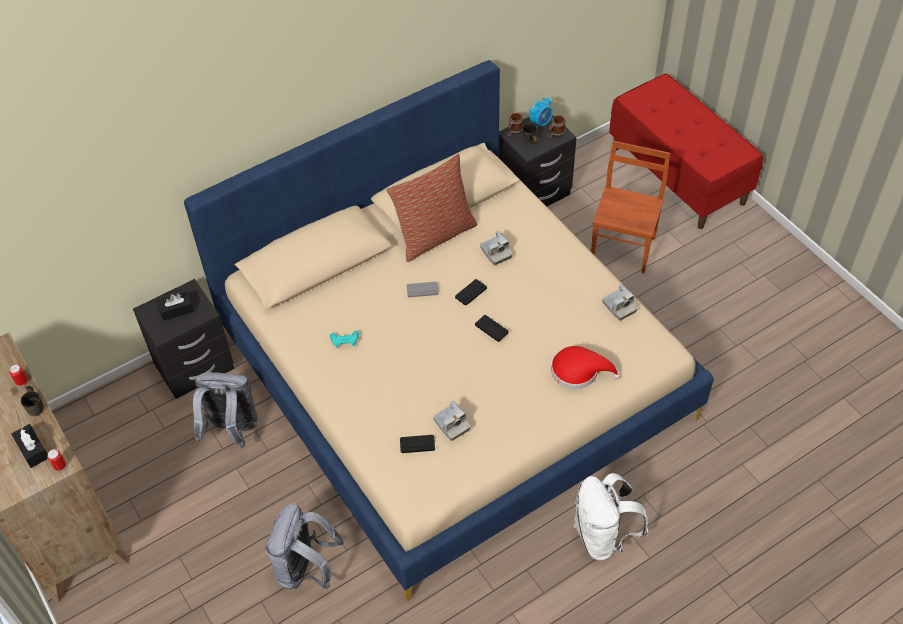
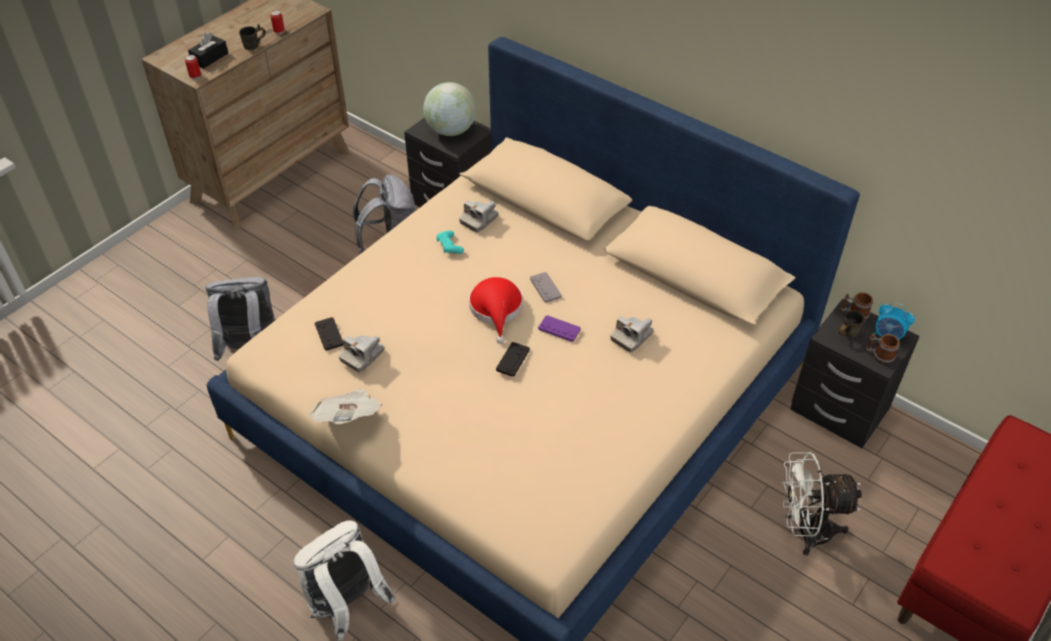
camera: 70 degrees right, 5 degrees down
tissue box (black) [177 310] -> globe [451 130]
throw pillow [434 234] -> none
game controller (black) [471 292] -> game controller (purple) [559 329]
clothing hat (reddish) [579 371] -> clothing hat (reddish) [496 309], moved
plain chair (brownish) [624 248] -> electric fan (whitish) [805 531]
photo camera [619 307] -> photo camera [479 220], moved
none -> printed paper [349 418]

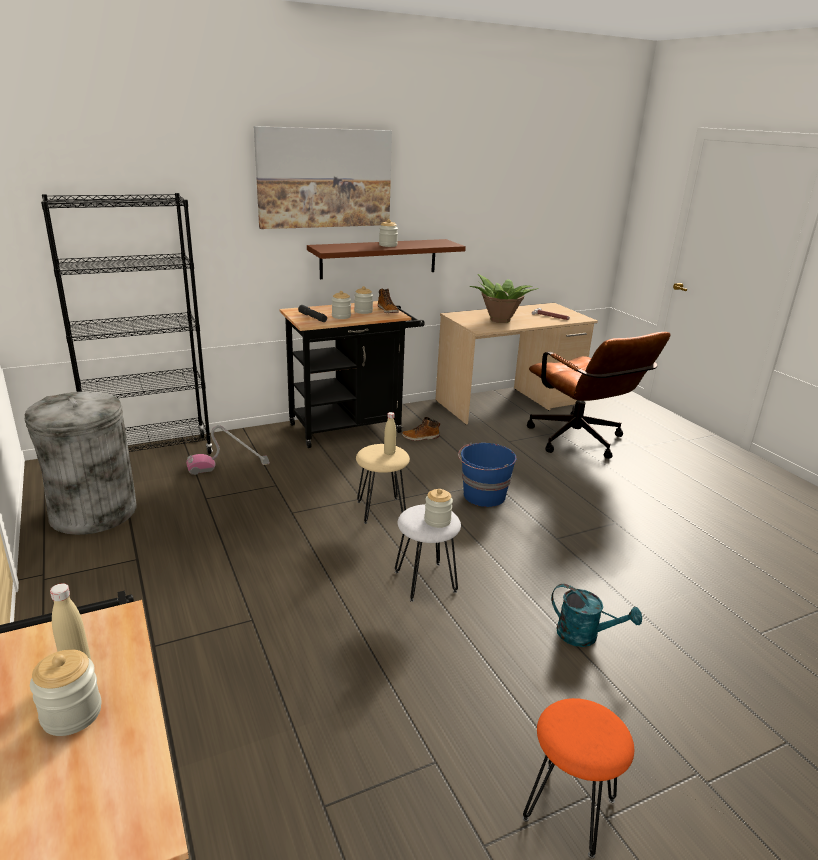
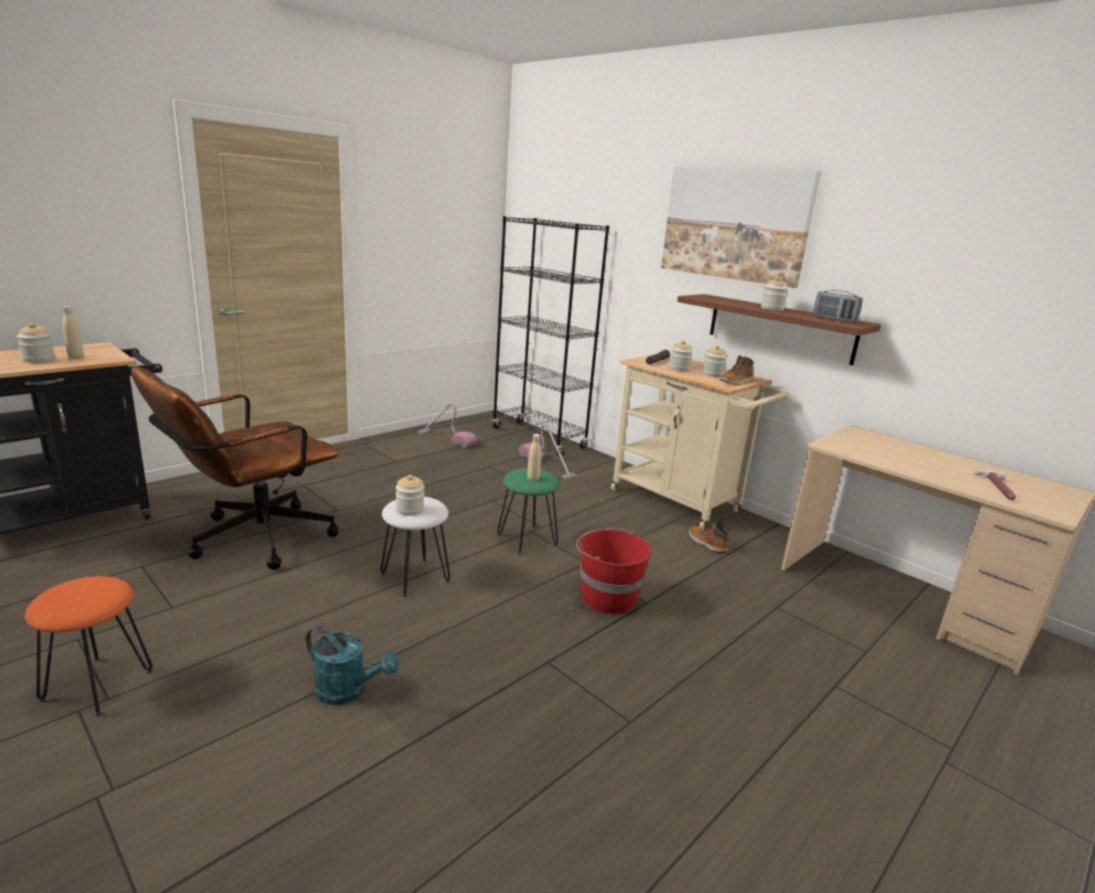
camera: 70 degrees right, 5 degrees down
trash can (gray) [93 512] -> vacuum cleaner [446 438]
trolley (black) [352 427] -> trolley (beige-coloured) [681 503]
stool (beige-coloured) [381 510] -> stool (green-coloured) [527 540]
water bucket (blue) [483 496] -> water bucket (reddish) [607 598]
plant in a pot [500 320] -> none
office chair (brownish) [581 442] -> office chair (brownish) [250 540], moved
sprinkling can (blue-green) [585 636] -> sprinkling can (blue-green) [348 692], 75 degrees counterclockwise
none -> radio [834 319]

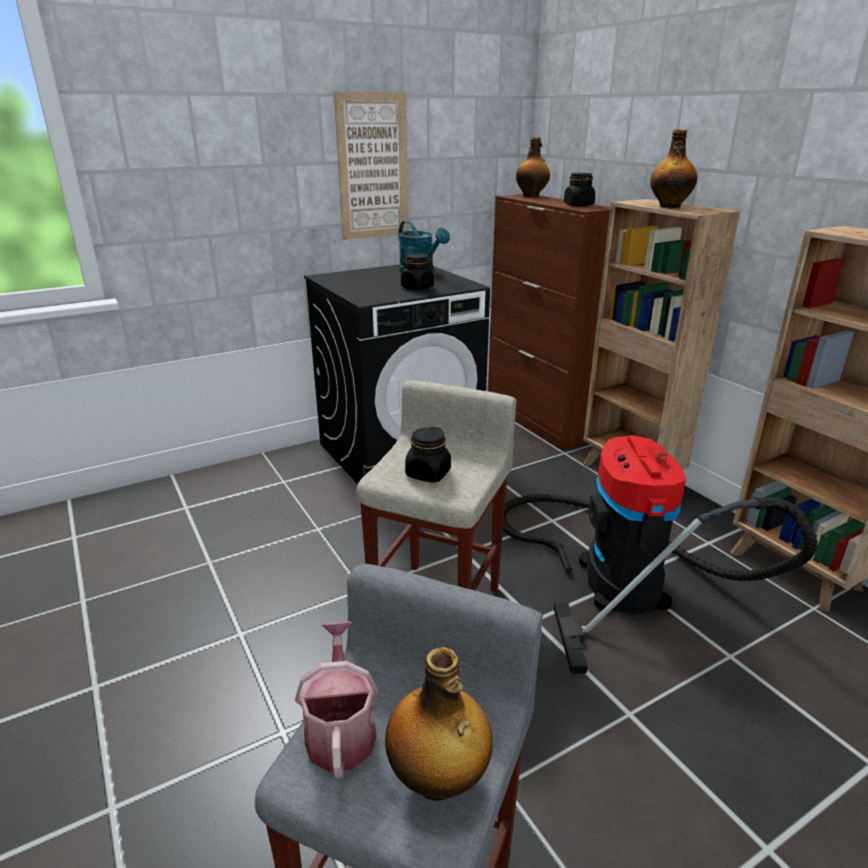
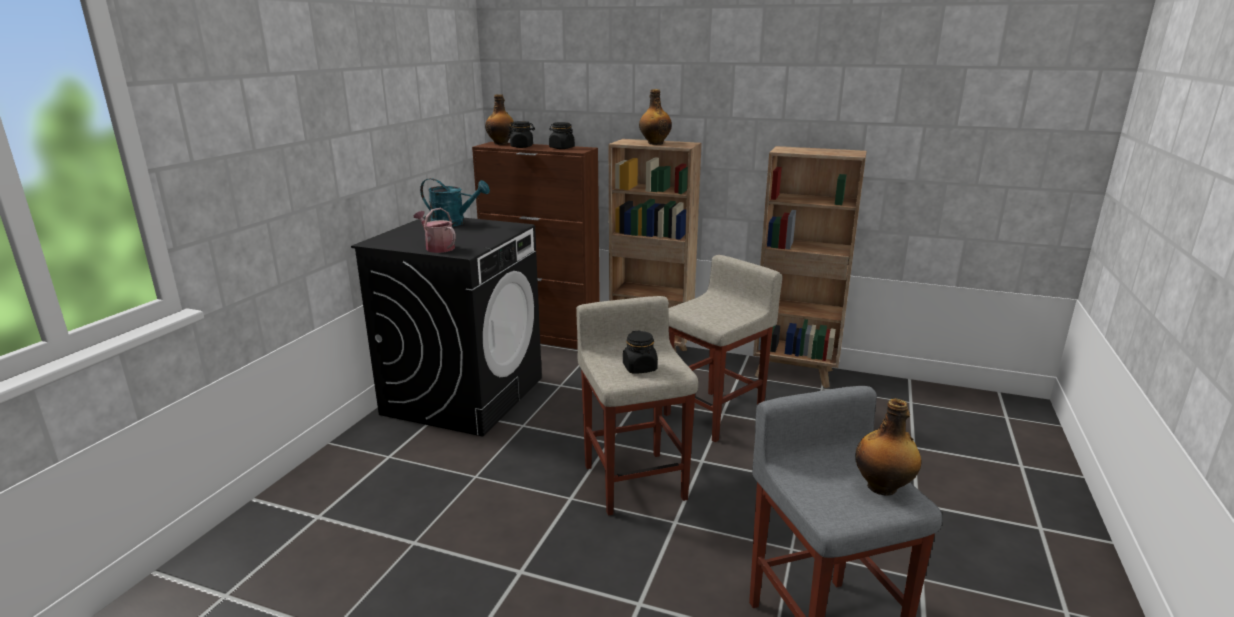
camera: 40 degrees left, 5 degrees down
sprinkling can [340 729] -> sprinkling can [437 247], moved
wall art [373 167] -> none
jar (black) [417 287] -> jar (black) [522 146], moved
vacuum cleaner [616 575] -> stool (beige-coloured) [714 415]

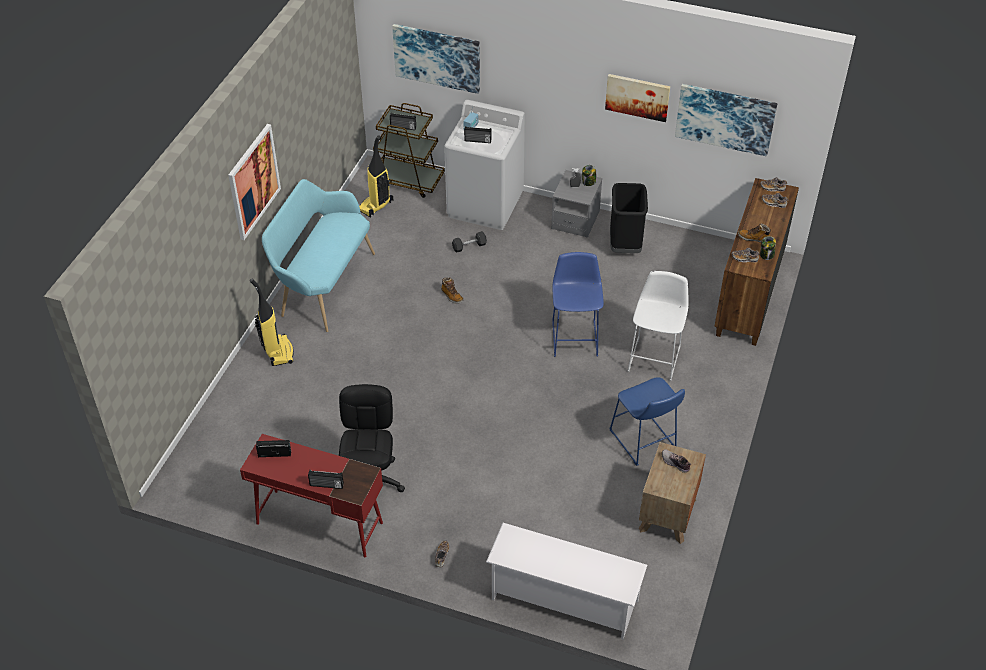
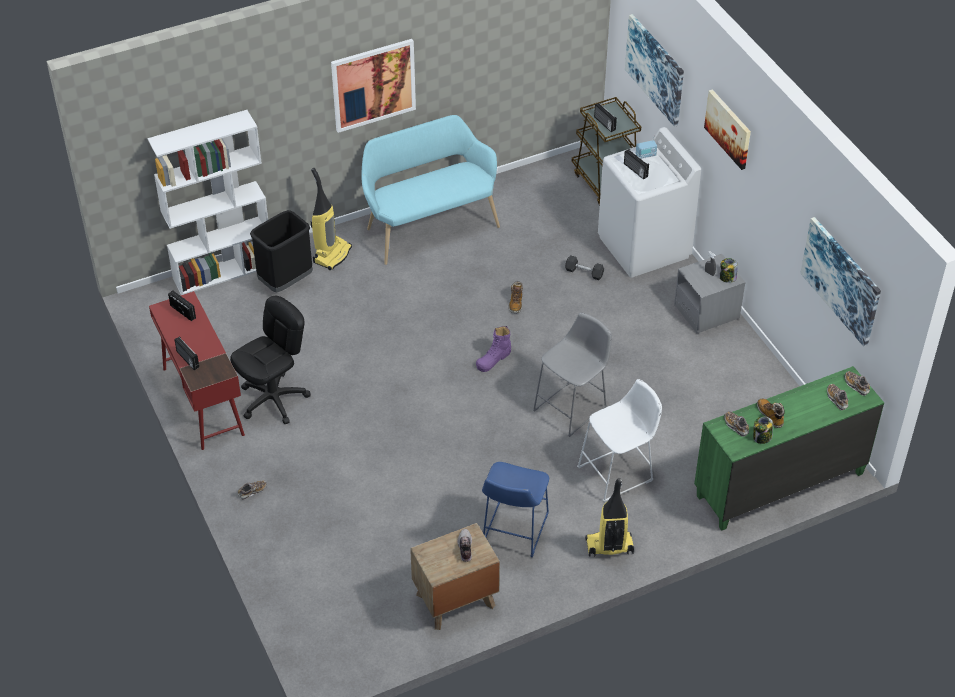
camera: 45 degrees right, 0 degrees up
vacuum cleaner [375 206] -> vacuum cleaner [609 547], moved
shoe shelf (whitish) [563 600] -> none
stool (blue) [575 336] -> stool (gray) [573 407]
wall art [637 97] -> wall art [728 128], moved
trash can (black) [625 245] -> trash can (black) [285 281], moved
drawer chest (brownish) [749 294] -> drawer chest (green-coloured) [778 484]
none -> bookcase (whitish) [223 271]
none -> boot (purple) [493 359]

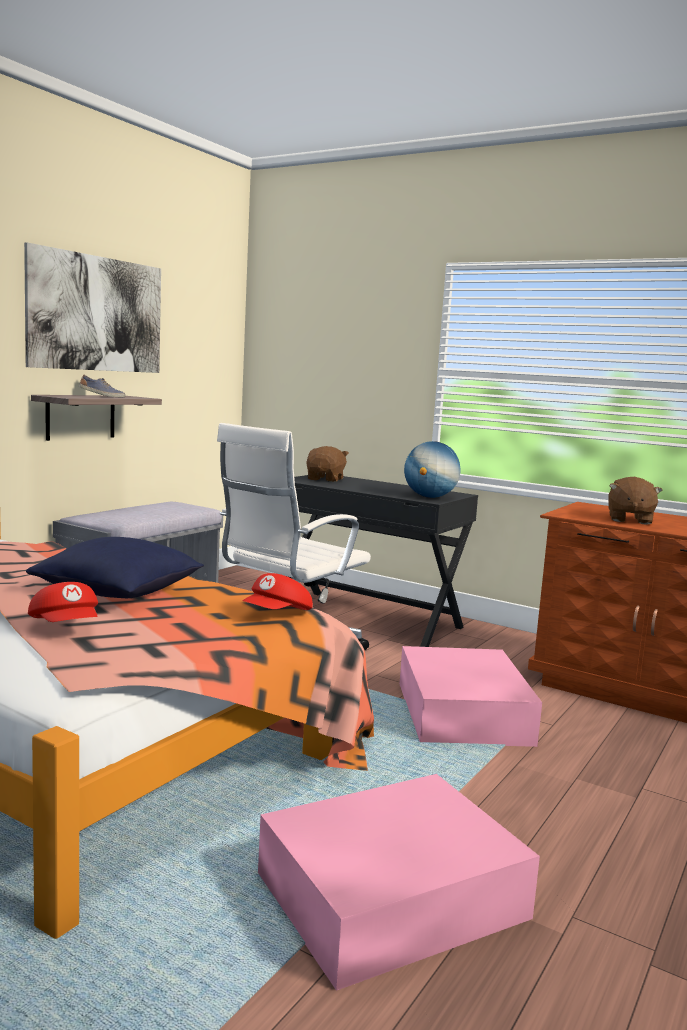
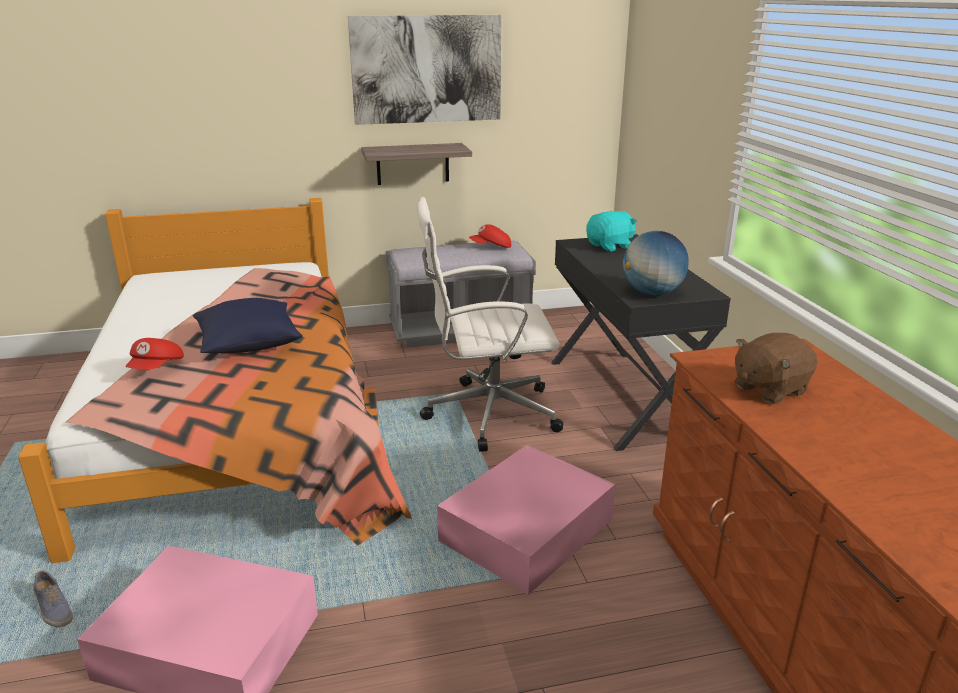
camera: 45 degrees right, 15 degrees up
item of footwear [101 396] -> item of footwear [53 609], moved
peaked cap (reddish) [278 615] -> peaked cap (reddish) [491 247], moved
soft toy (brownish) [326 479] -> soft toy (blue-green) [610 246]

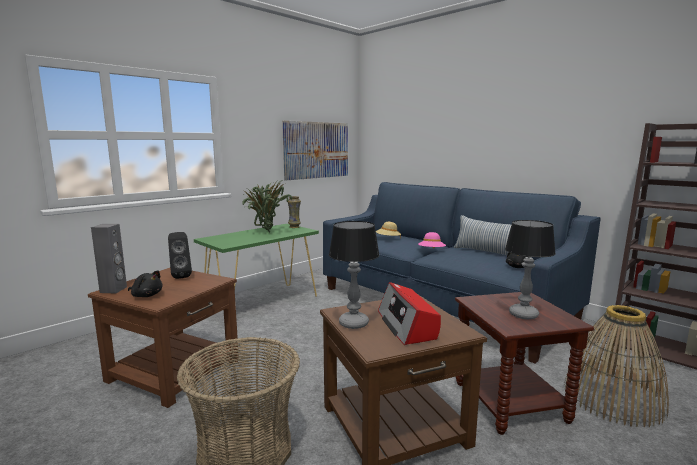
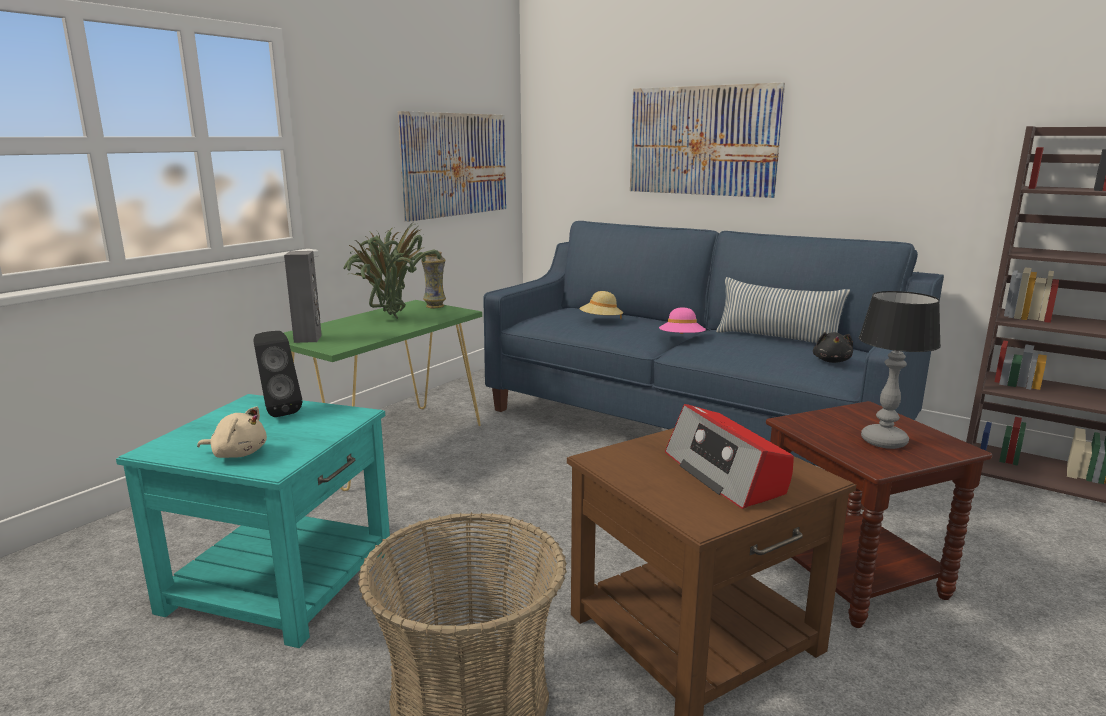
camera: 10 degrees left, 5 degrees up
end table (brownish) [174 370] -> end table (blue-green) [281 580]
audio speaker (gray) [114 290] -> audio speaker (gray) [308 339], moved
soft toy (black) [146 295] -> soft toy (beige-coloured) [237 453]
table lamp [354 323] -> none
household basket [613 398] -> none
none -> wall art [702 141]

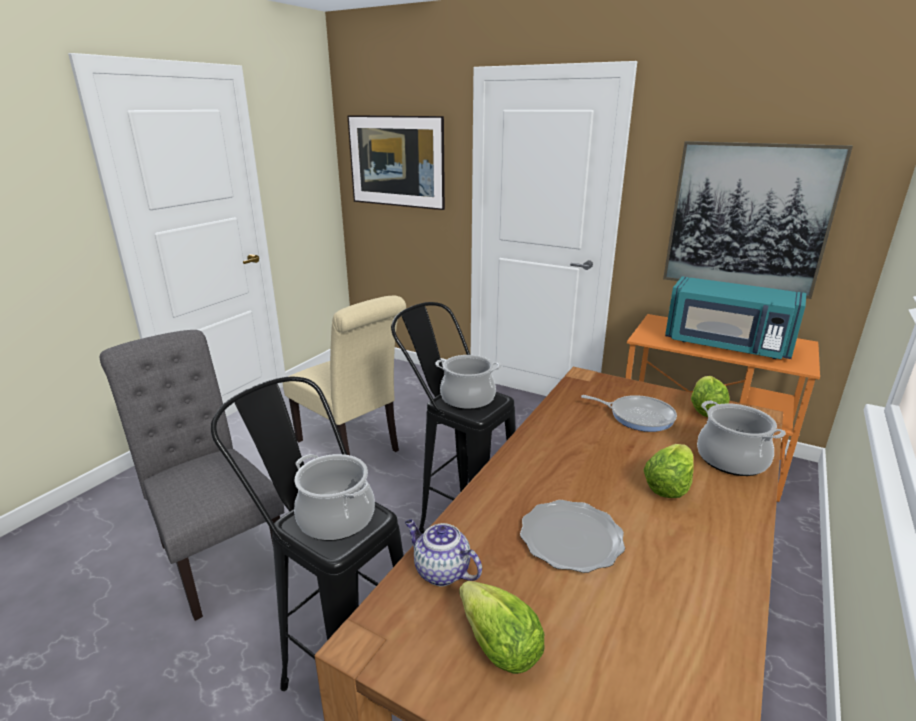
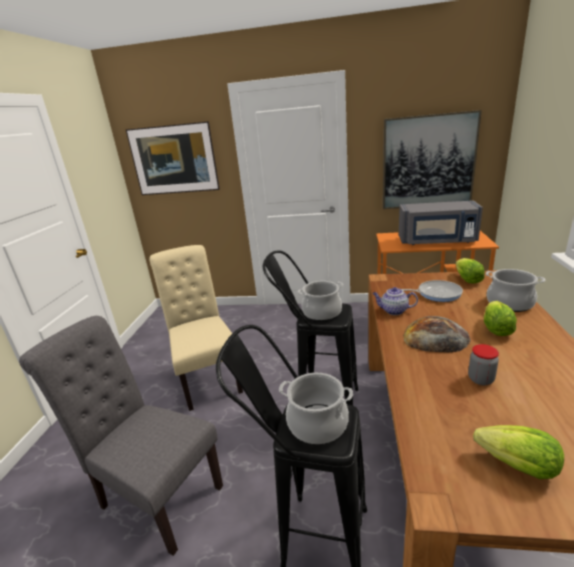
camera: 20 degrees left, 0 degrees up
plain chair (beige-coloured) [352 447] -> plain chair (beige-coloured) [207 377], 135 degrees counterclockwise
teapot [440 571] -> teapot [393 311], moved
dinner plate [570 538] -> jar [480 379]
microwave oven (blue-green) [726 345] -> microwave oven (gray) [437 241]
none -> bakery bread [435 337]

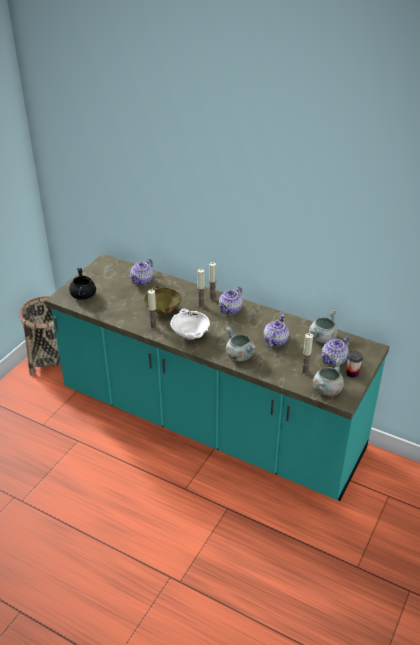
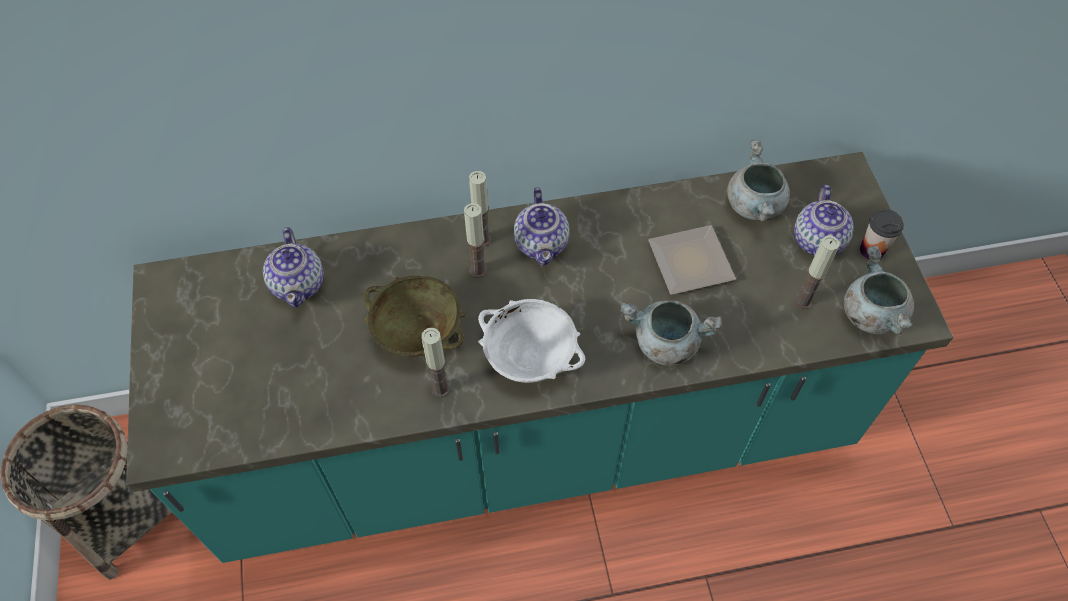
camera: 40 degrees left, 20 degrees up
cooking pot (black) [84 296] -> none
teapot [275 341] -> dinner plate [689 265]

